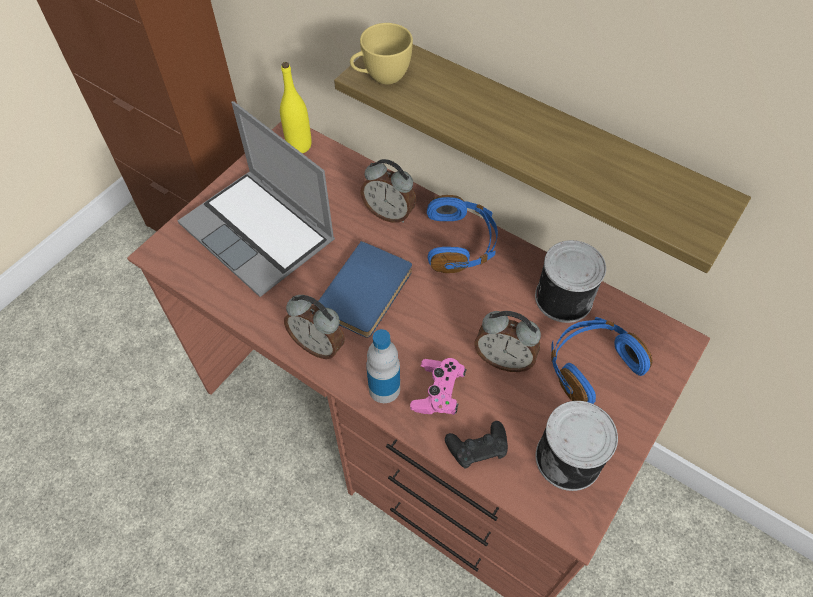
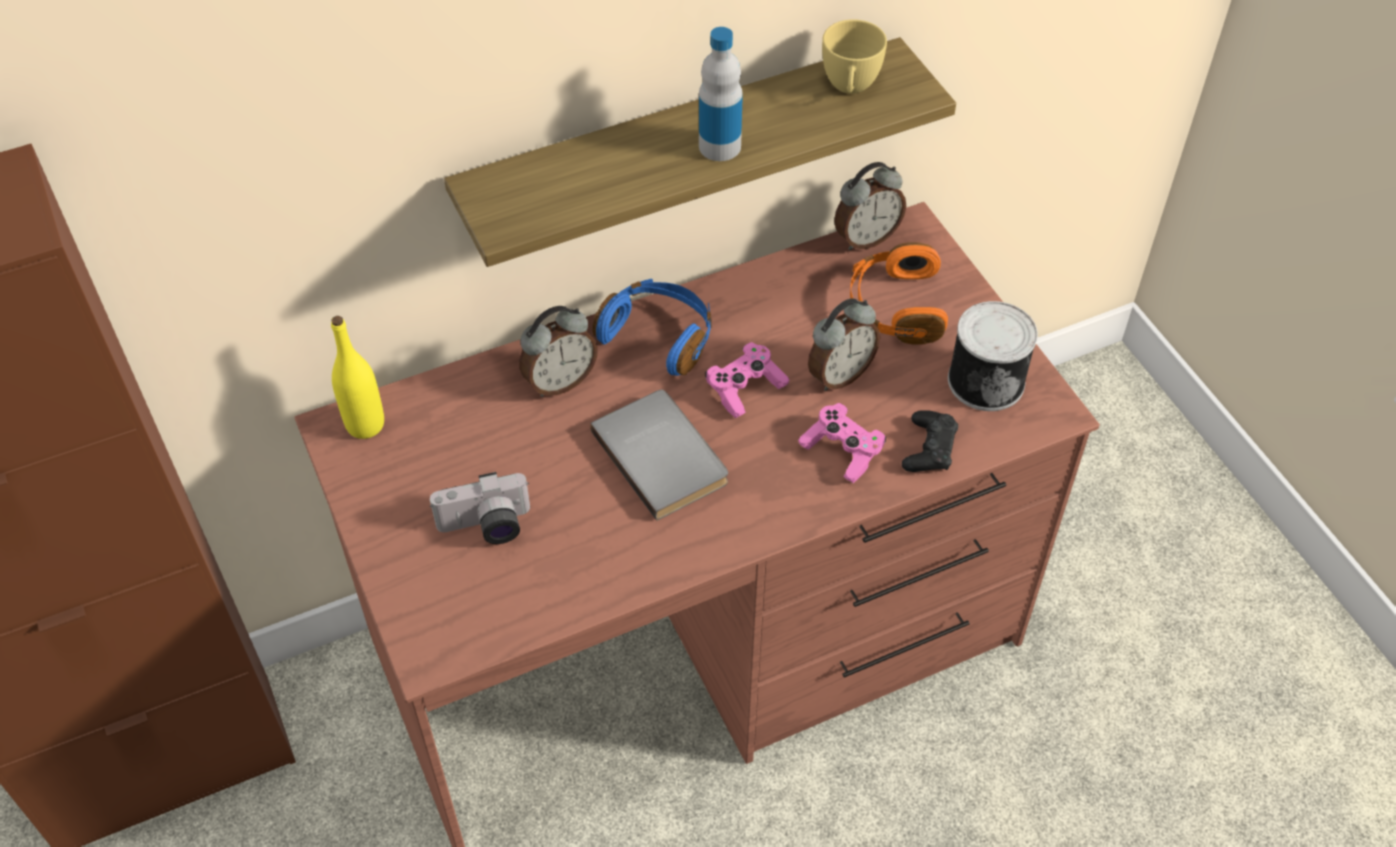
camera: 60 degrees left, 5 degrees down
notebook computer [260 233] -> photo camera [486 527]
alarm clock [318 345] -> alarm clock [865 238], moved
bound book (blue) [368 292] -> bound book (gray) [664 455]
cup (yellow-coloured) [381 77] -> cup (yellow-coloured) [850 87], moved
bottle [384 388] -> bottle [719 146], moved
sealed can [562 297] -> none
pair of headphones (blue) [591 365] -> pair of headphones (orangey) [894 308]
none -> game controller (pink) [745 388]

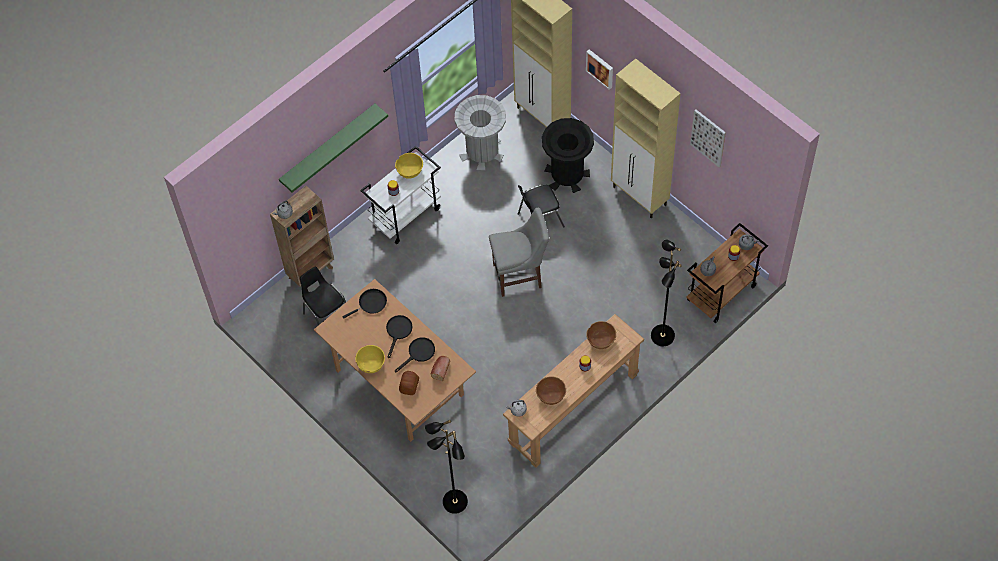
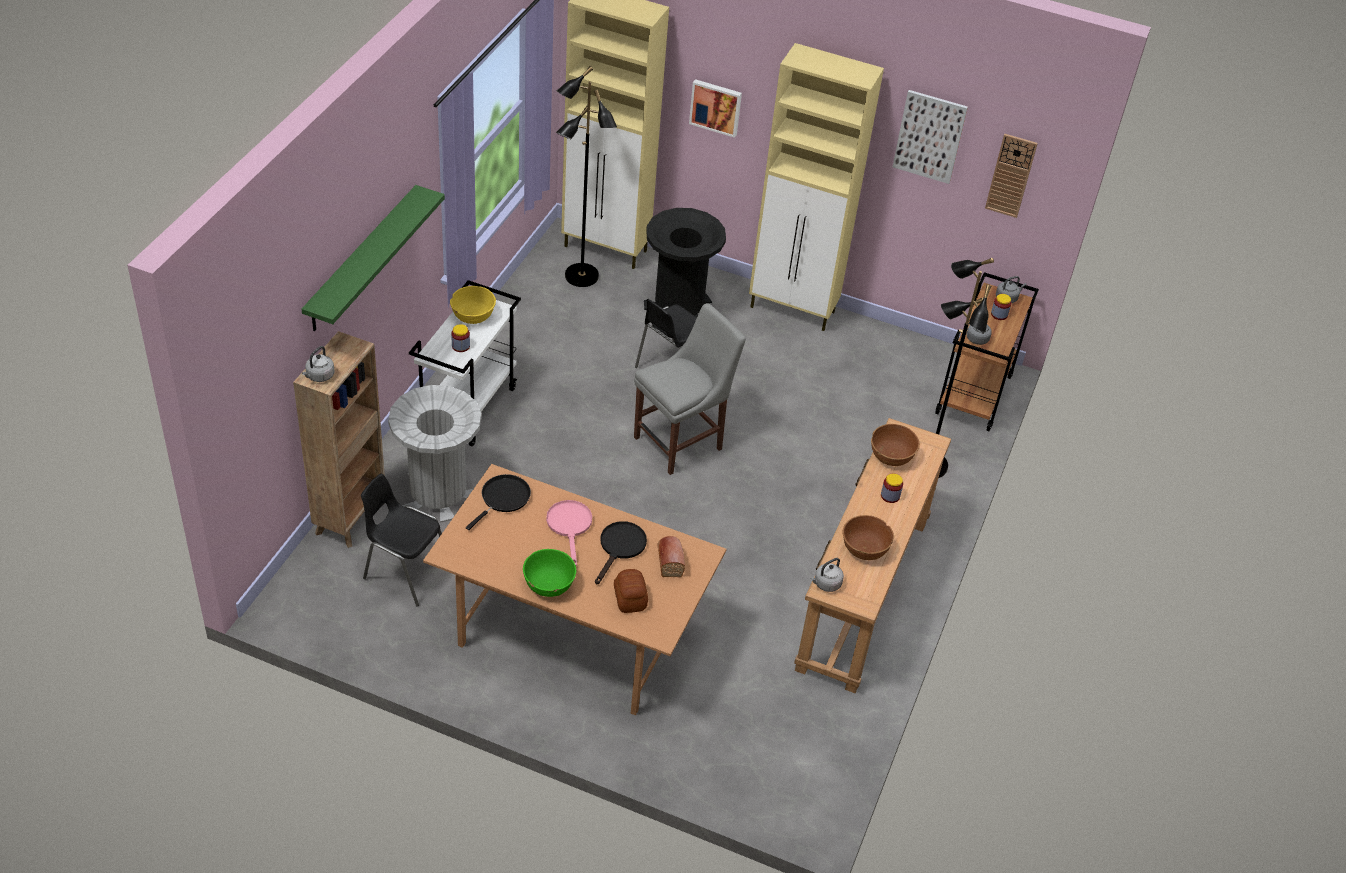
camera: 30 degrees left, 15 degrees down
serving bowl (yellow-coloured) [371 364] -> serving bowl (green-coloured) [549 584]
skillet (black) [398 332] -> skillet (pink) [570 526]
standard lamp (black) [454 502] -> standard lamp (black) [581 277], moved
trash can (gray) [482 151] -> trash can (gray) [438 493], moved
none -> wall clock [1011 175]

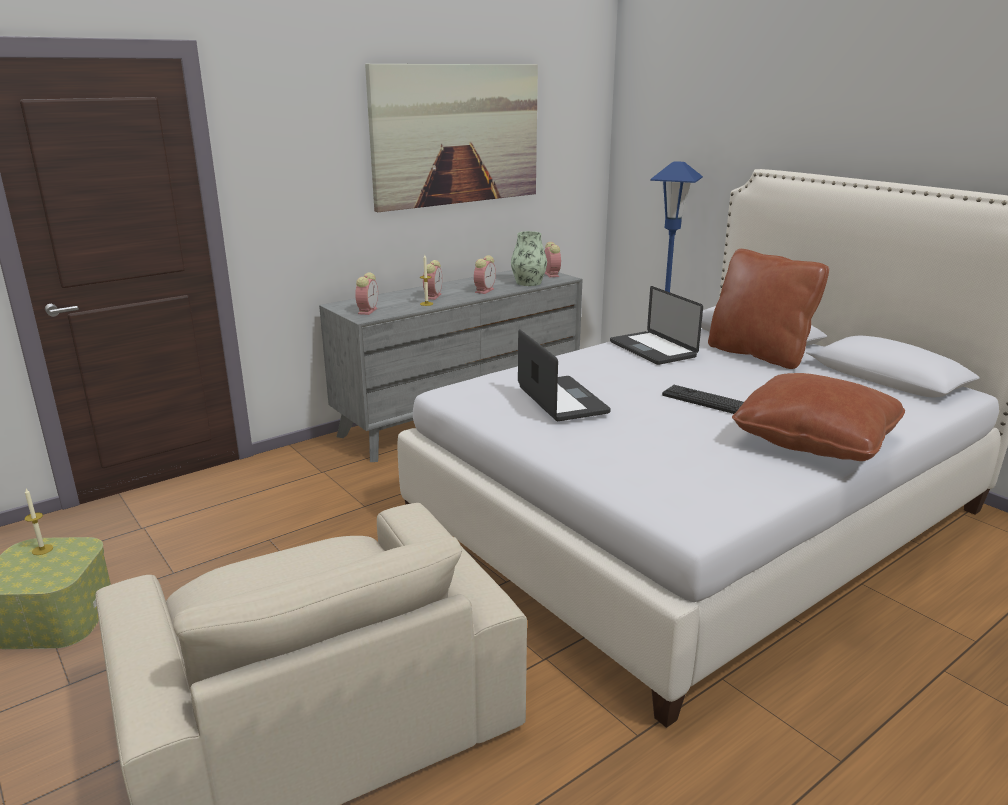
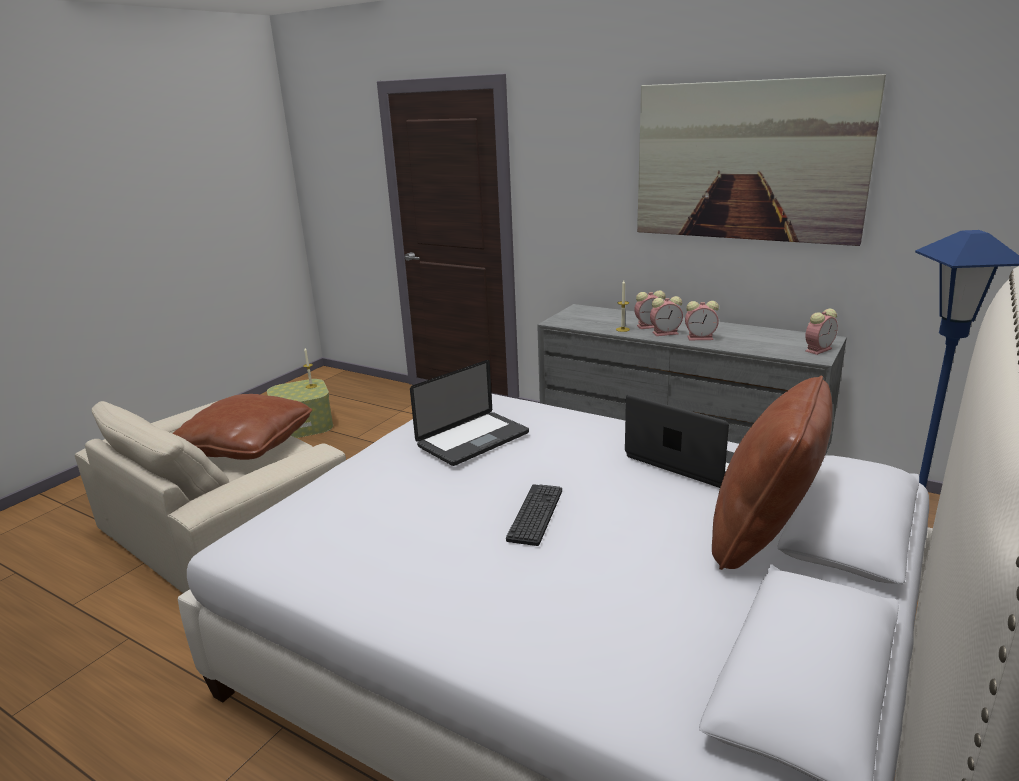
camera: 70 degrees right, 0 degrees up
alarm clock [367 311] -> alarm clock [666 333], moved
decorative vase [528 283] -> none
notebook computer [652 349] -> notebook computer [687 461], 90 degrees clockwise
throw pillow (brownish) [814 440] -> throw pillow (brownish) [246 445], moved

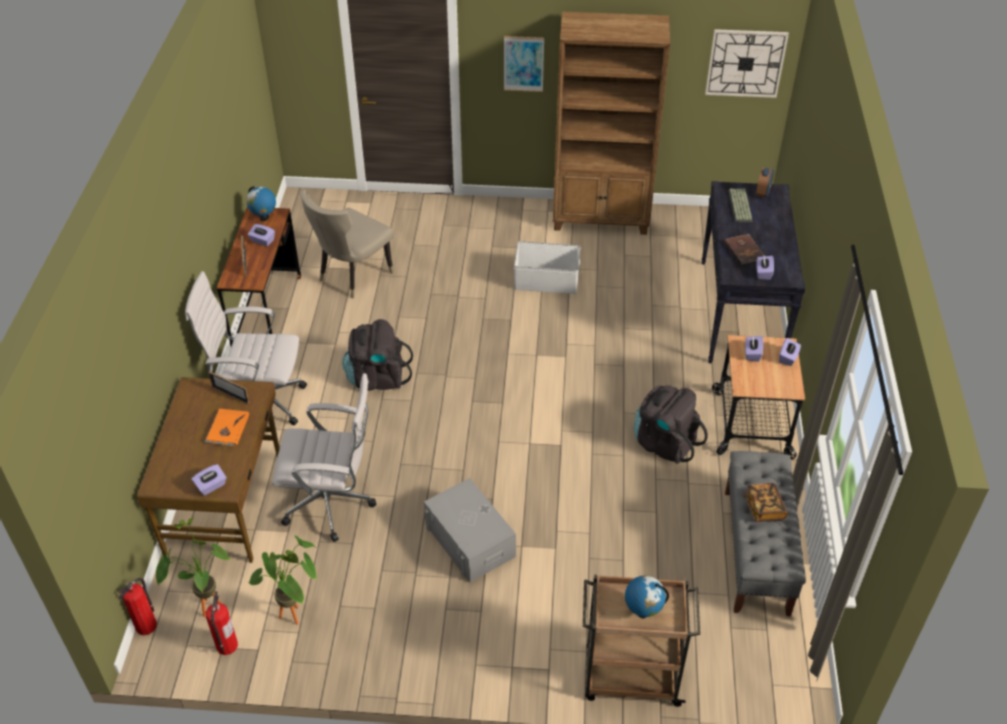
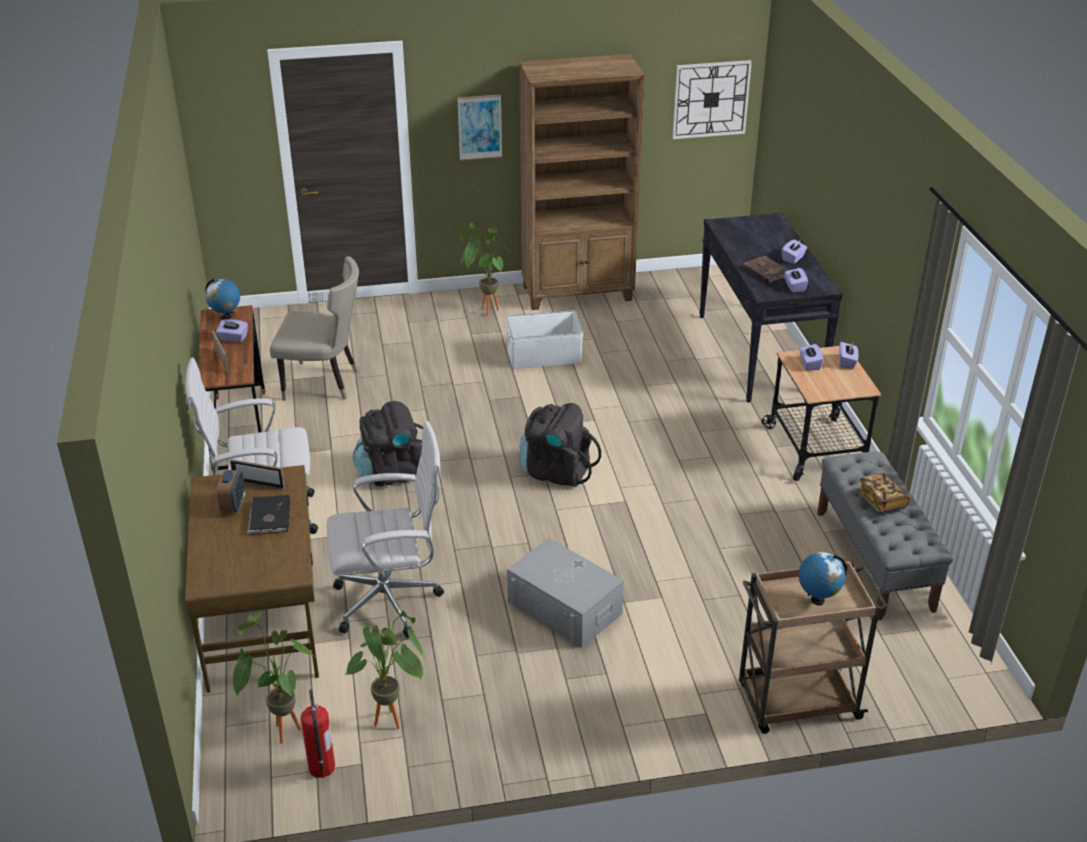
camera: 15 degrees left, 10 degrees down
extinguisher [146 625] -> none
tissue box (purple) [211 486] -> tissue box (purple) [793 258], moved
bound book (orangey) [227 429] -> bound book (black) [269 517]
plain chair (beige-coloured) [352 276] -> plain chair (beige-coloured) [324 383], 105 degrees counterclockwise
rucksack (black) [664 443] -> rucksack (black) [556 471], moved
PC keyboard [741 206] -> none
alarm clock [762 193] -> alarm clock [233 505], moved
none -> plant in a pot [484 311]

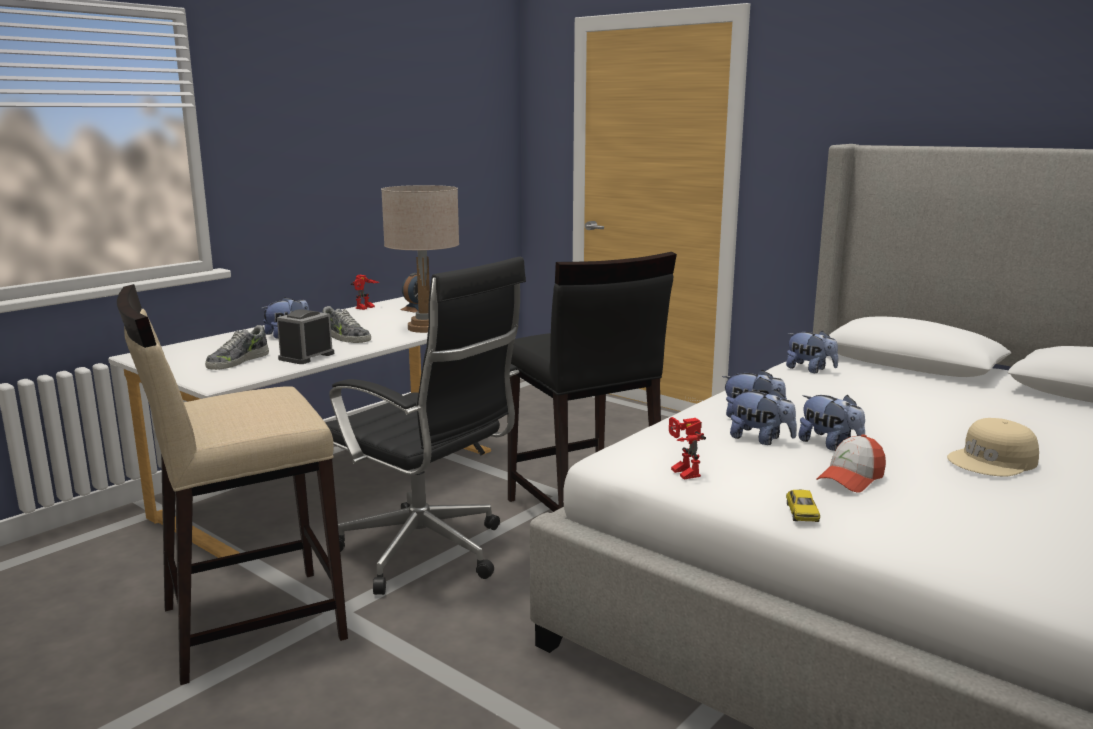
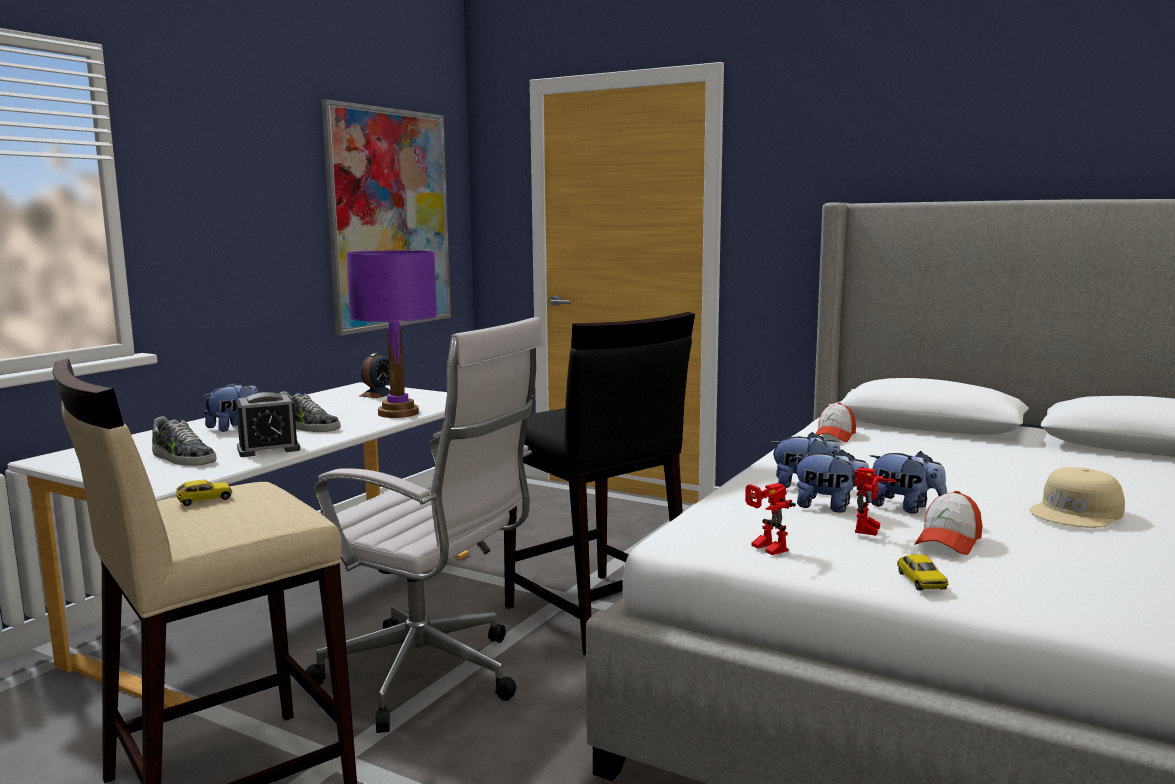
camera: 10 degrees left, 5 degrees down
item of footwear [237 361] -> item of footwear [182 458], 75 degrees counterclockwise
alarm clock [306 356] -> alarm clock [268 449], 135 degrees counterclockwise
office chair (black) [428 554] -> office chair (whitish) [429 678]
model robot [365 308] -> model robot [871 530], moved
table lamp (beige-coloured) [425 328] -> table lamp (purple) [398 413]
soft toy [810 370] -> peaked cap [834 436]
none -> miniature car [204 499]
none -> wall art [390 219]

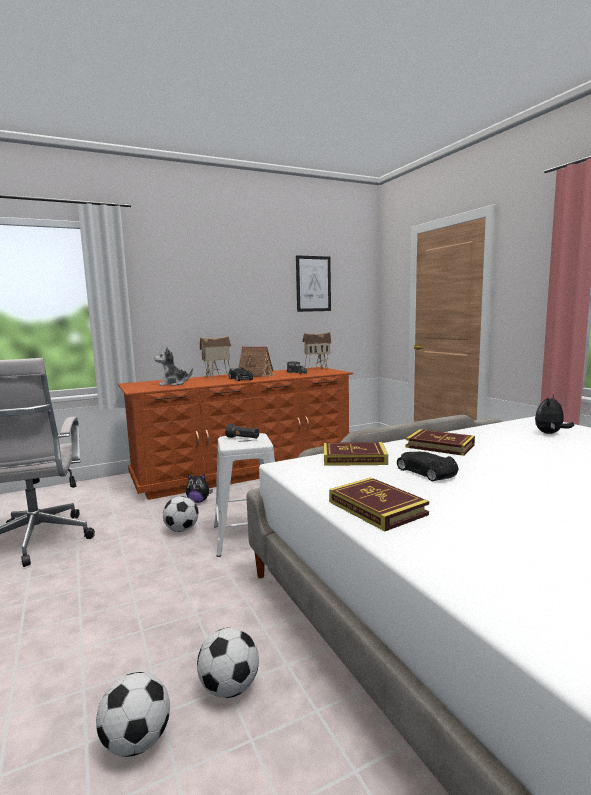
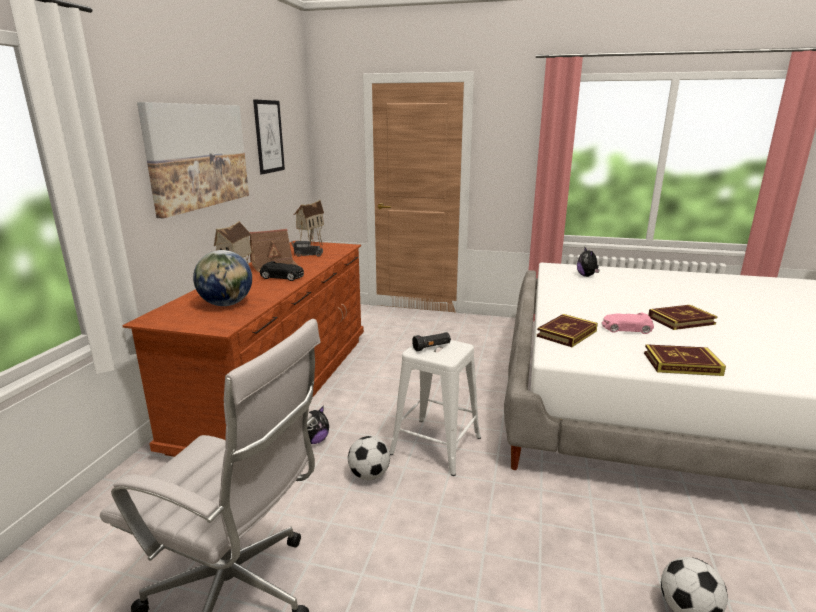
camera: 50 degrees left, 10 degrees up
soft toy [173 384] -> globe [227 304]
football [229 688] -> none
miniature car (black) [425 472] -> miniature car (pink) [626 329]
bound book [440 446] -> bound book [681 320], moved
none -> wall art [198 156]

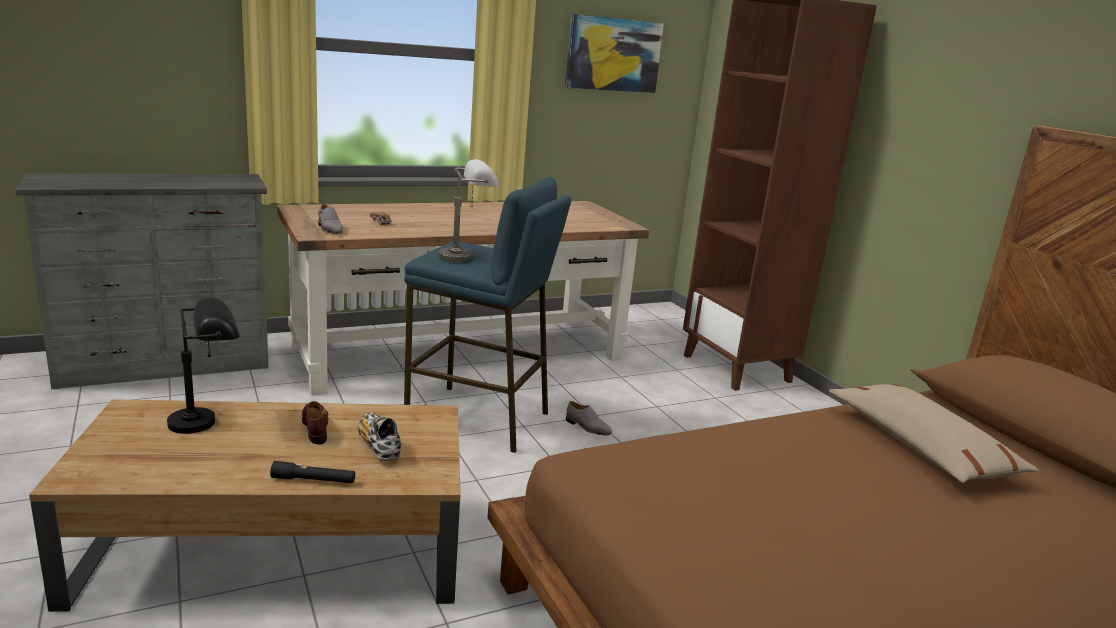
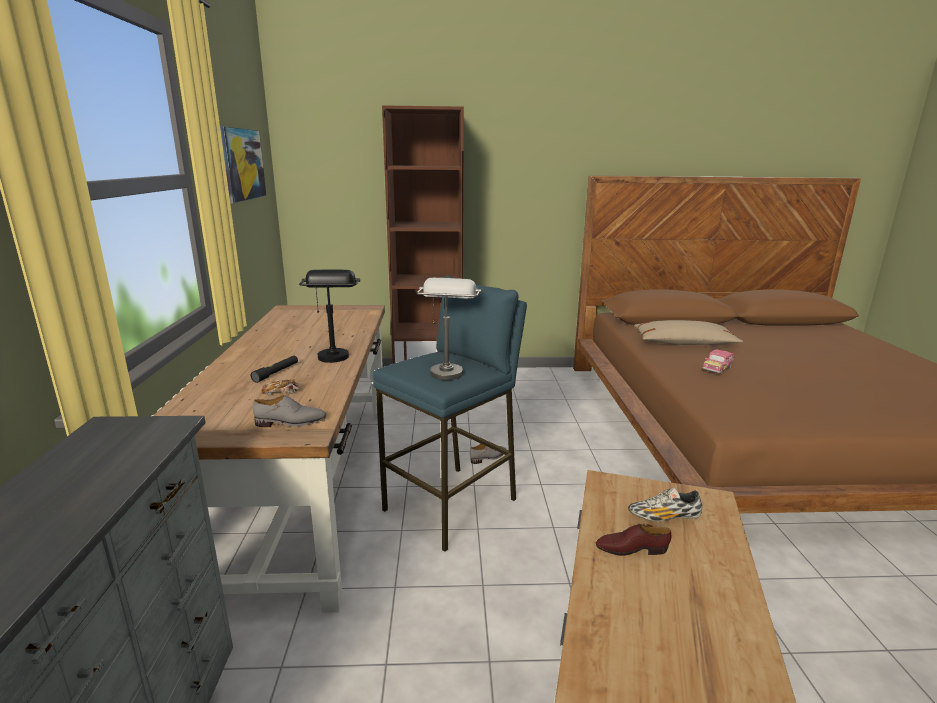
camera: 65 degrees left, 0 degrees up
table lamp (black) [208 420] -> table lamp (black) [334 353], moved
torch (black) [313 480] -> torch (black) [276 373], moved
none -> miniature car [717 368]

